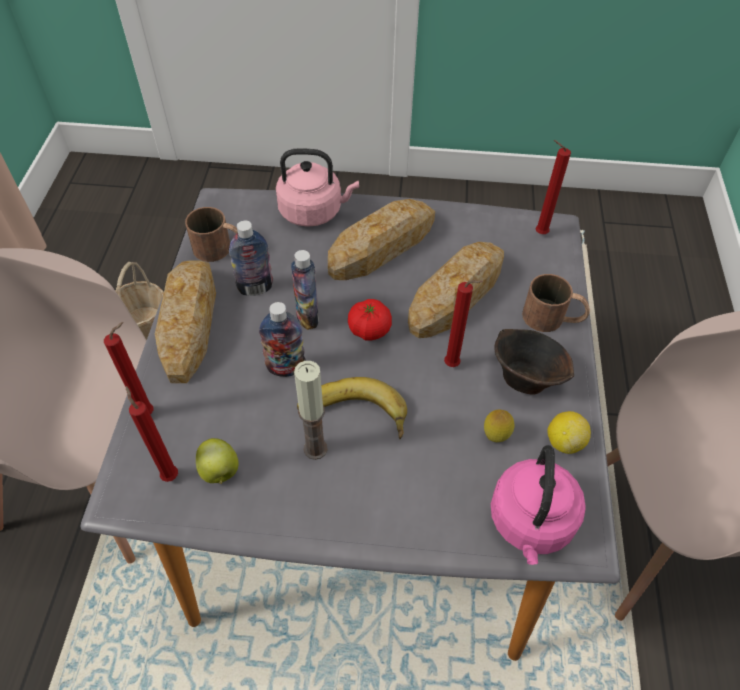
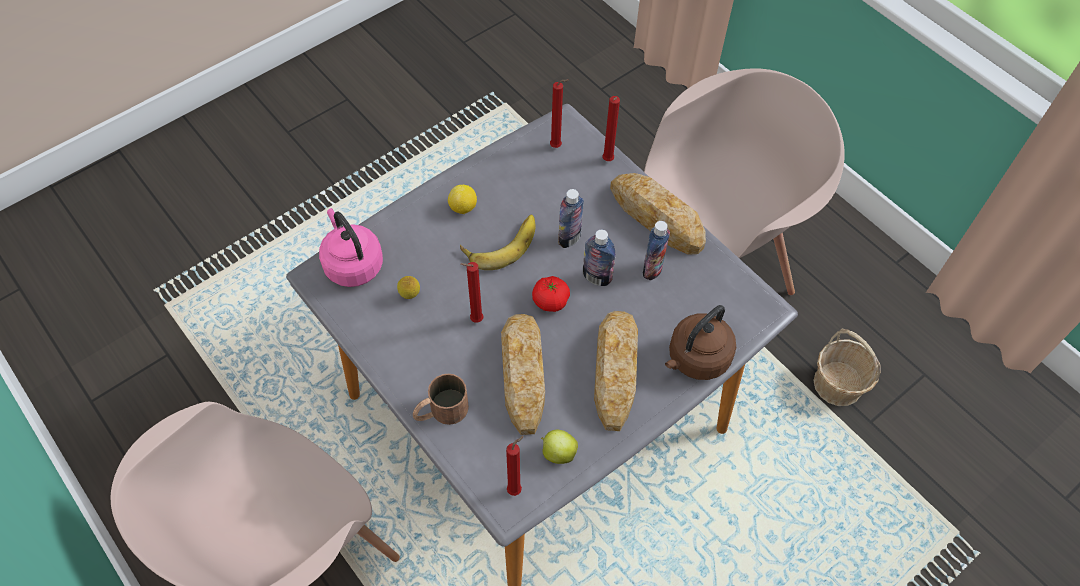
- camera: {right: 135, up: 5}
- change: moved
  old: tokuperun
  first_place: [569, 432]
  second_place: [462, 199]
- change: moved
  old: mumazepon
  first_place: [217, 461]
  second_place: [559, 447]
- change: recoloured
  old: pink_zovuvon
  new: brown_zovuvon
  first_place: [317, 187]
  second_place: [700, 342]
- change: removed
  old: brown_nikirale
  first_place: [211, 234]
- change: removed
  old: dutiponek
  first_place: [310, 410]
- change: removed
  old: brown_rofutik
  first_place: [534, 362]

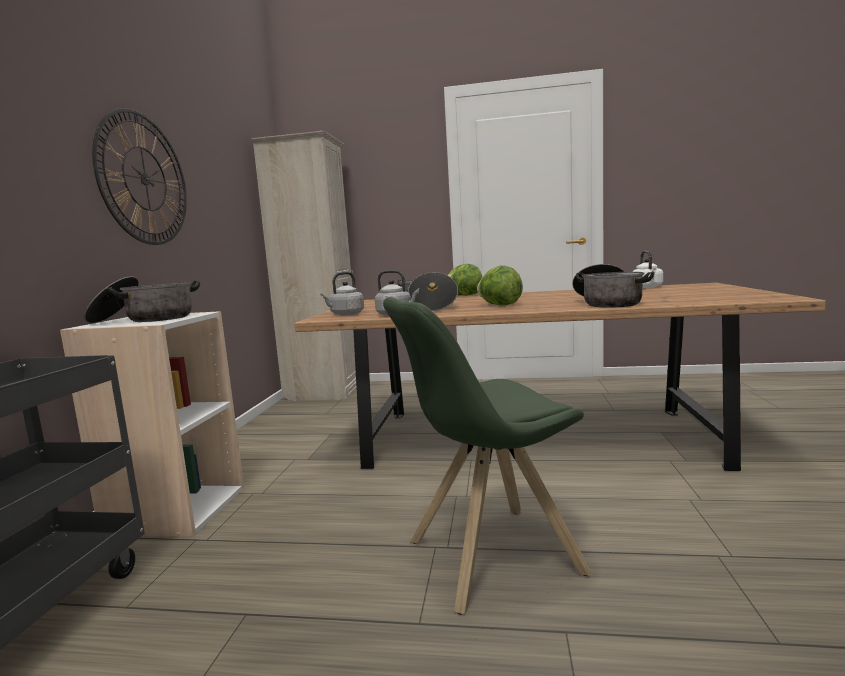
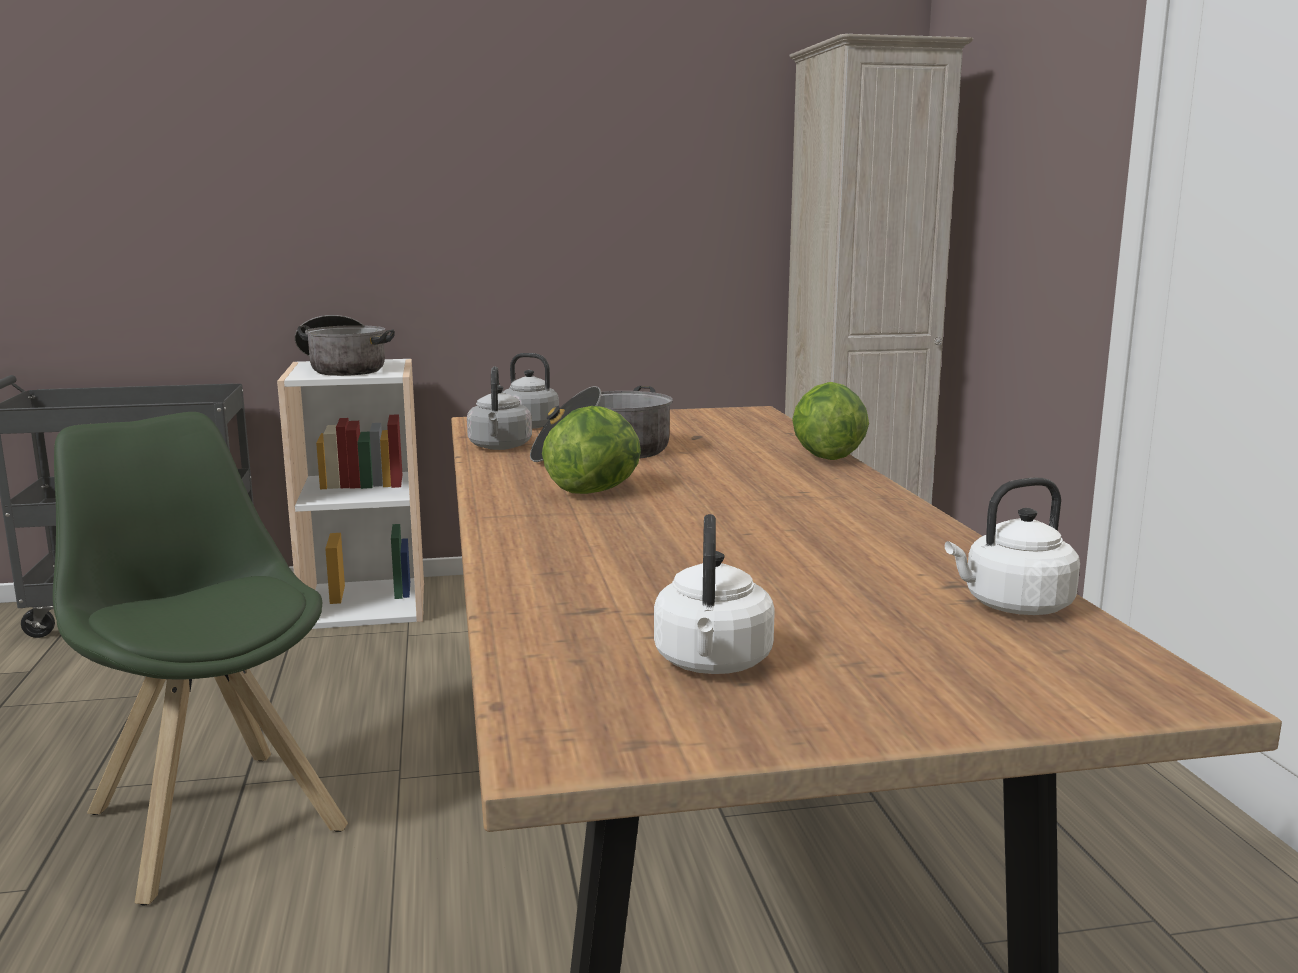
- camera: {right: 70, up: 5}
- change: added
  new: white_zovuvon
  second_place: [714, 594]
- change: removed
  old: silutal
  first_place: [139, 176]
- change: removed
  old: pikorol
  first_place: [613, 286]

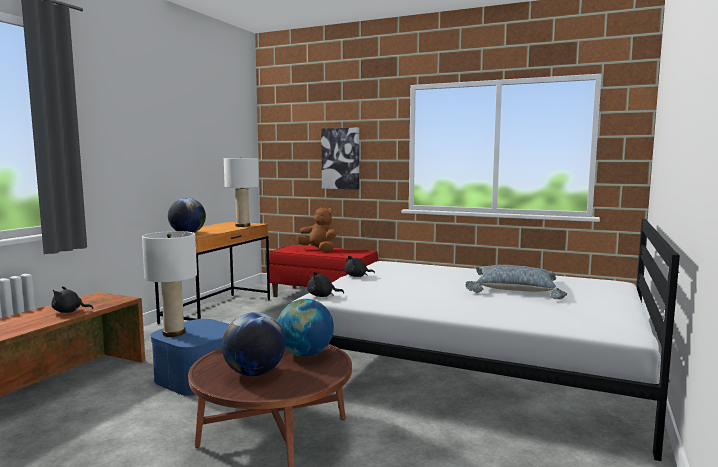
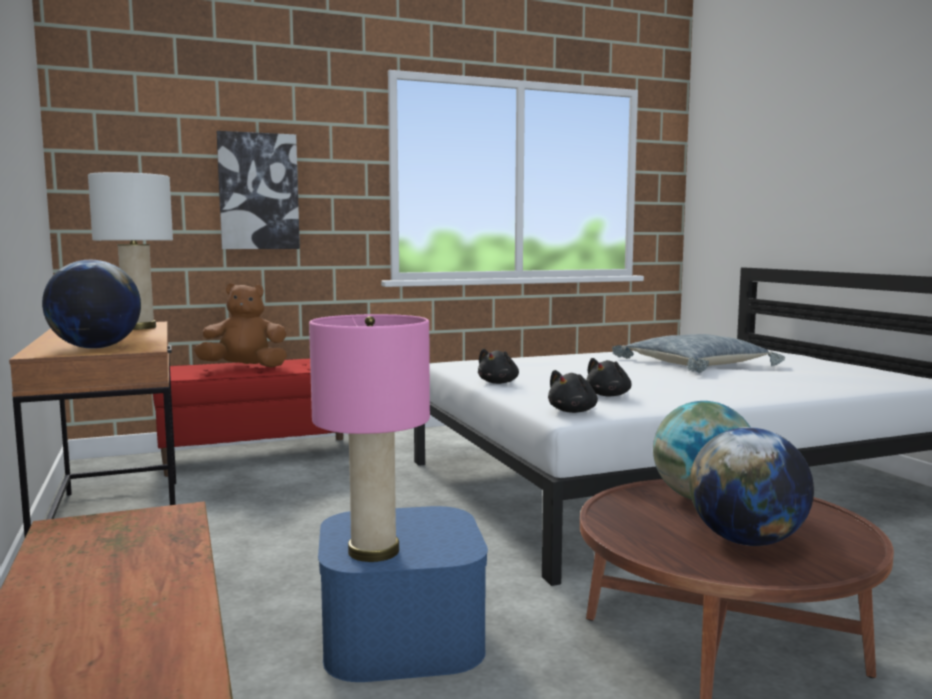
- camera: {right: -45, up: 0}
- change: recoloured
  old: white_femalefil
  new: pink_femalefil
  first_place: [169, 284]
  second_place: [369, 438]
- change: moved
  old: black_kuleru
  first_place: [72, 299]
  second_place: [609, 377]

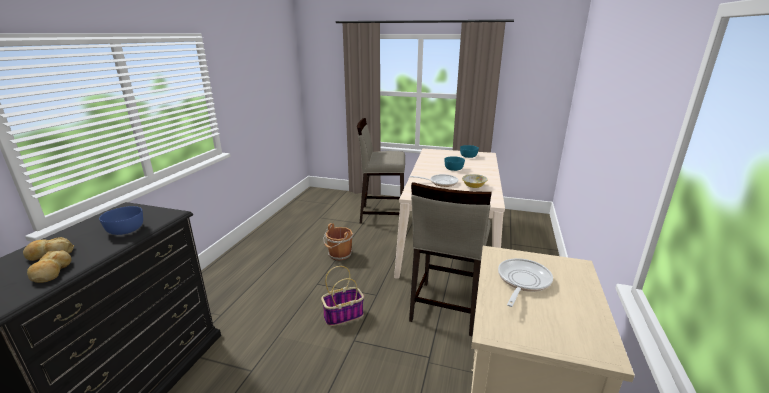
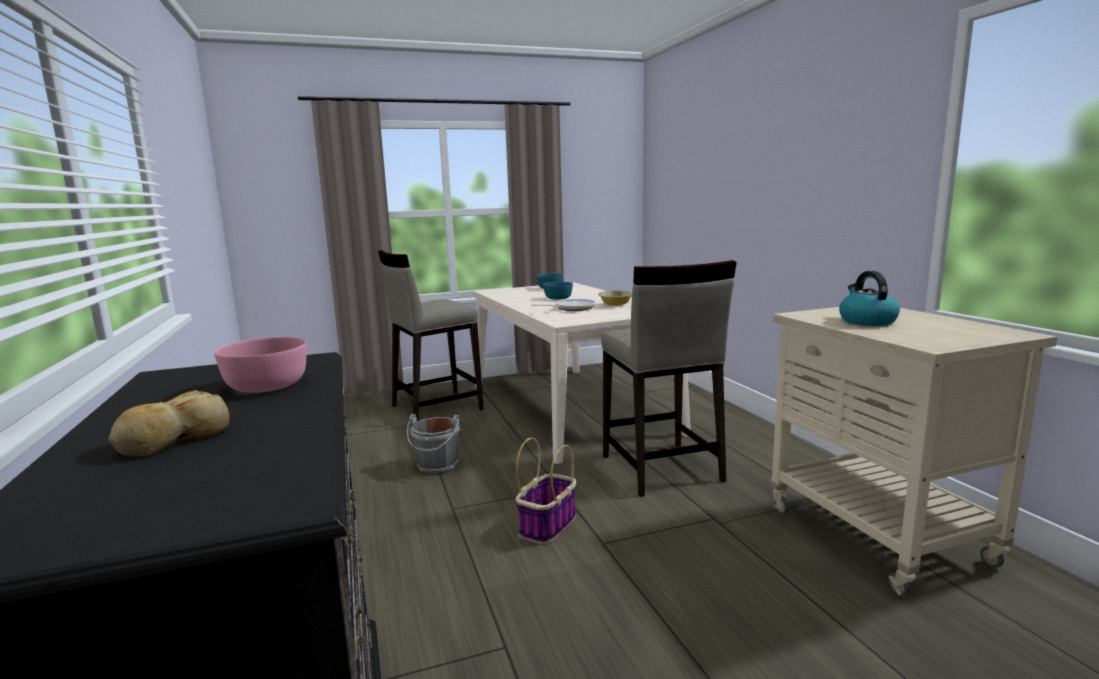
- camera: {right: -35, up: -10}
- change: recoloured
  old: blue_rofutik
  new: pink_rofutik
  first_place: [121, 220]
  second_place: [260, 365]
- change: recoloured
  old: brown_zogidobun
  new: grey_zogidobun
  first_place: [338, 242]
  second_place: [433, 444]
- change: replaced
  old: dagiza
  new: zovuvon
  first_place: [525, 282]
  second_place: [869, 298]
- change: removed
  old: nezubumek
  first_place: [49, 266]

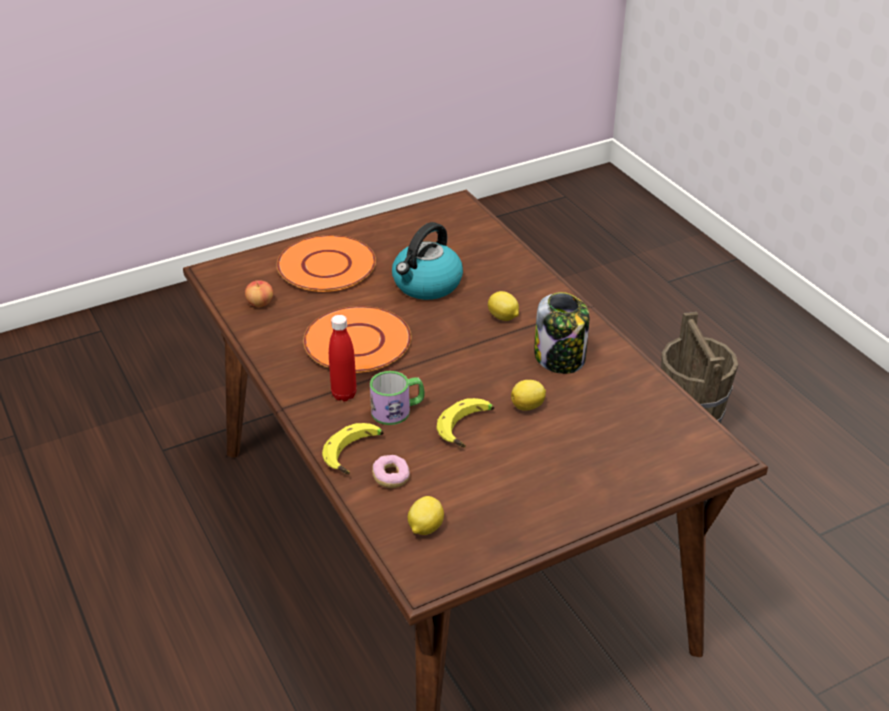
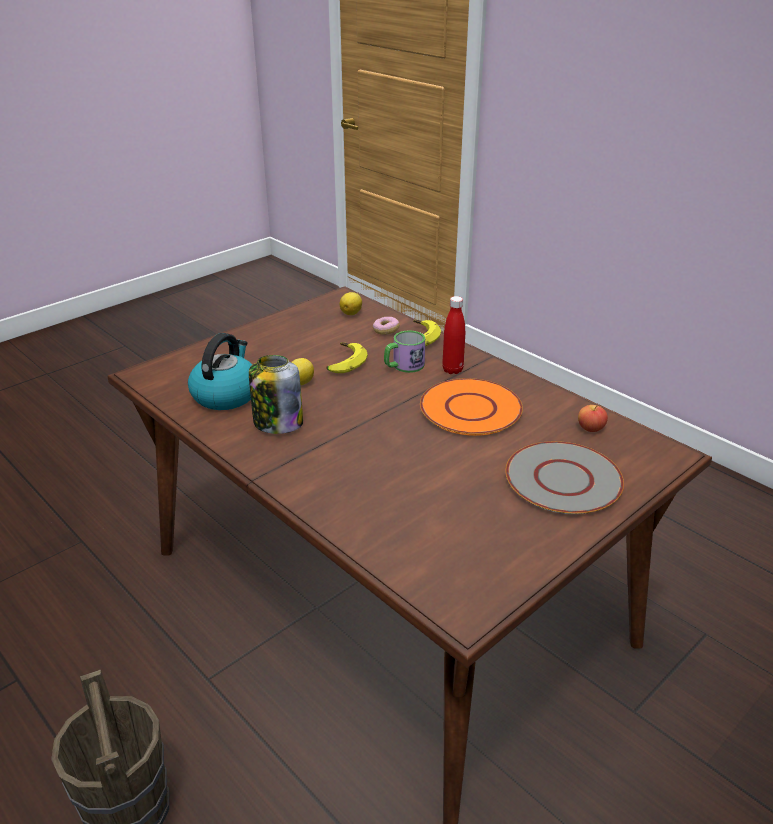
- camera: {right: 165, up: -5}
- change: moved
  old: zovuvon
  first_place: [427, 261]
  second_place: [220, 371]
- change: recoloured
  old: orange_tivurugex
  new: grey_tivurugex
  first_place: [326, 263]
  second_place: [564, 477]
- change: removed
  old: tokuperun
  first_place: [503, 306]

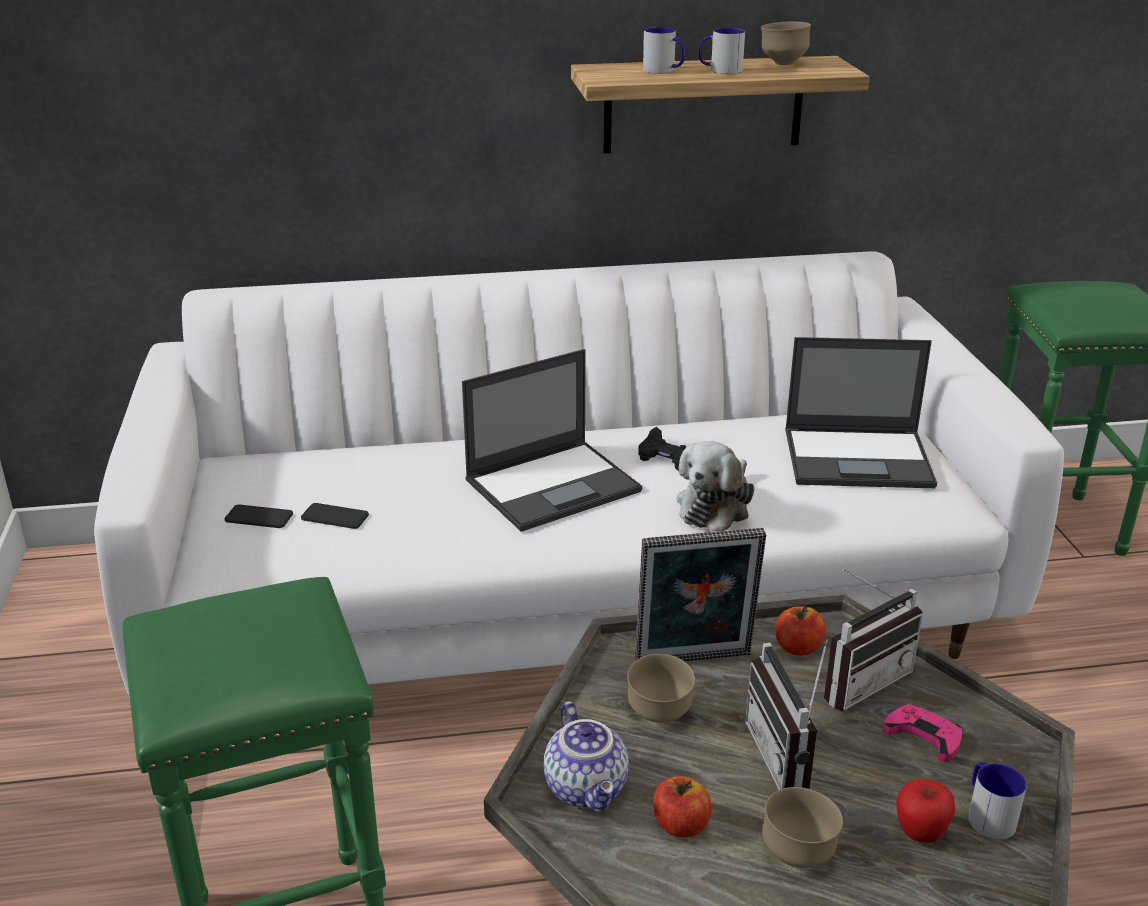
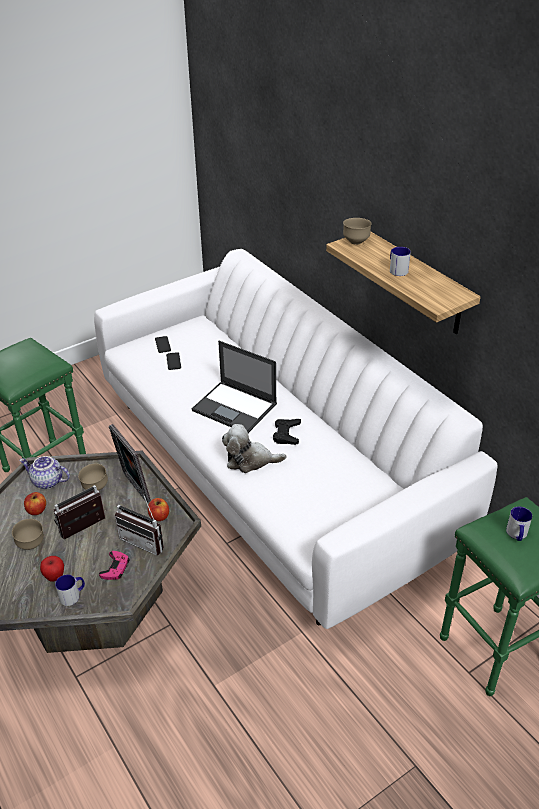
- camera: {right: 65, up: 10}
- change: turned
  old: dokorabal
  first_place: [586, 756]
  second_place: [44, 472]
  degrees: 60
- change: moved
  old: brown_rofutik
  first_place: [786, 43]
  second_place: [357, 231]
- change: moved
  old: nikirale
  first_place: [664, 50]
  second_place: [519, 524]
- change: removed
  old: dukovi
  first_place: [861, 412]

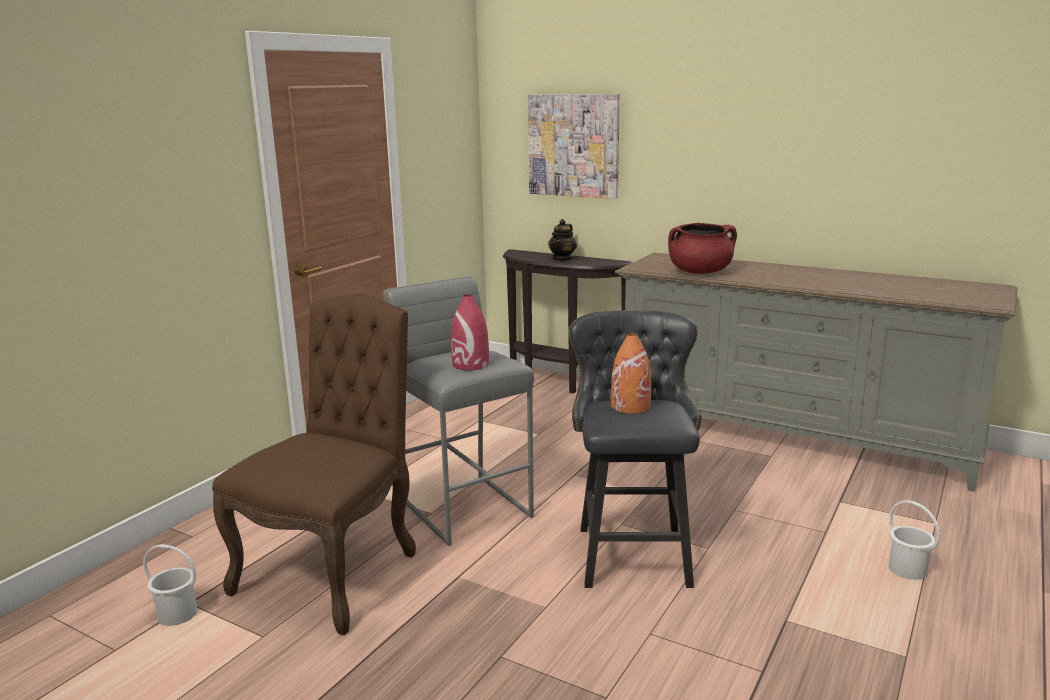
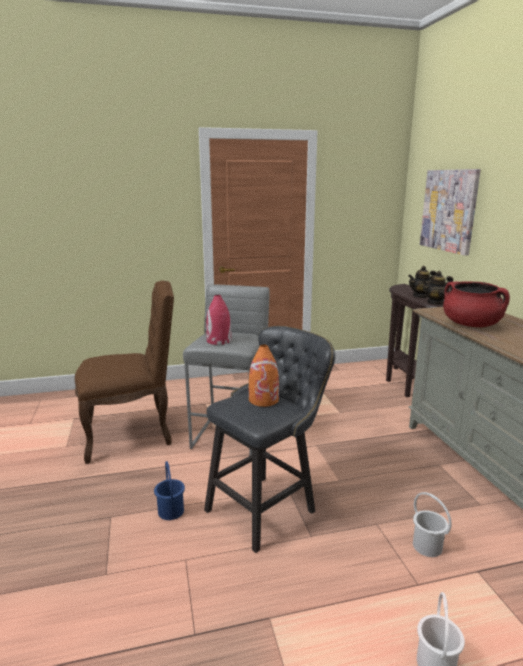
- camera: {right: 45, up: 0}
- change: added
  new: blue_zogidobun
  second_place: [169, 490]
- change: moved
  old: white_zogidobun
  first_place: [170, 585]
  second_place: [432, 524]
- change: added
  new: dokorabal
  second_place: [437, 288]

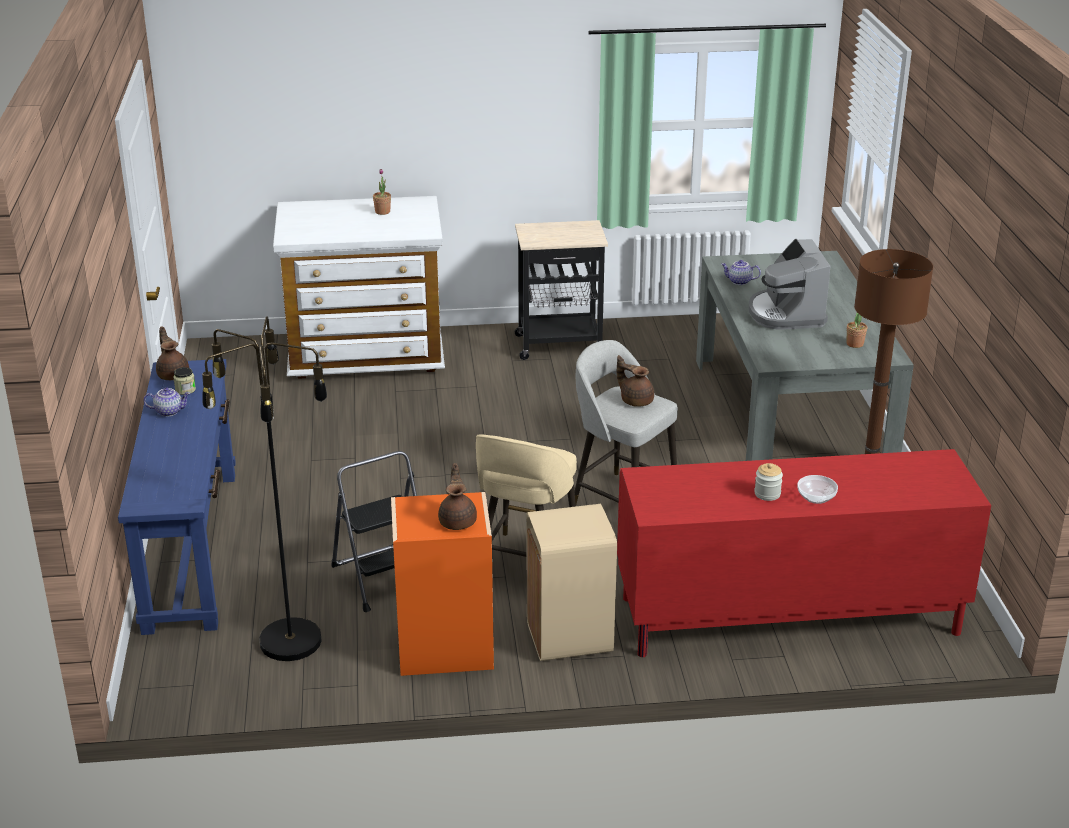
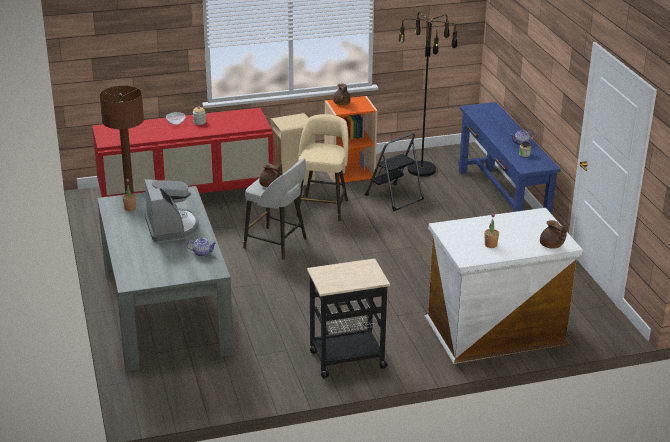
- camera: {right: 170, up: 0}
- change: moved
  old: brown_dokorabal
  first_place: [172, 353]
  second_place: [553, 234]

